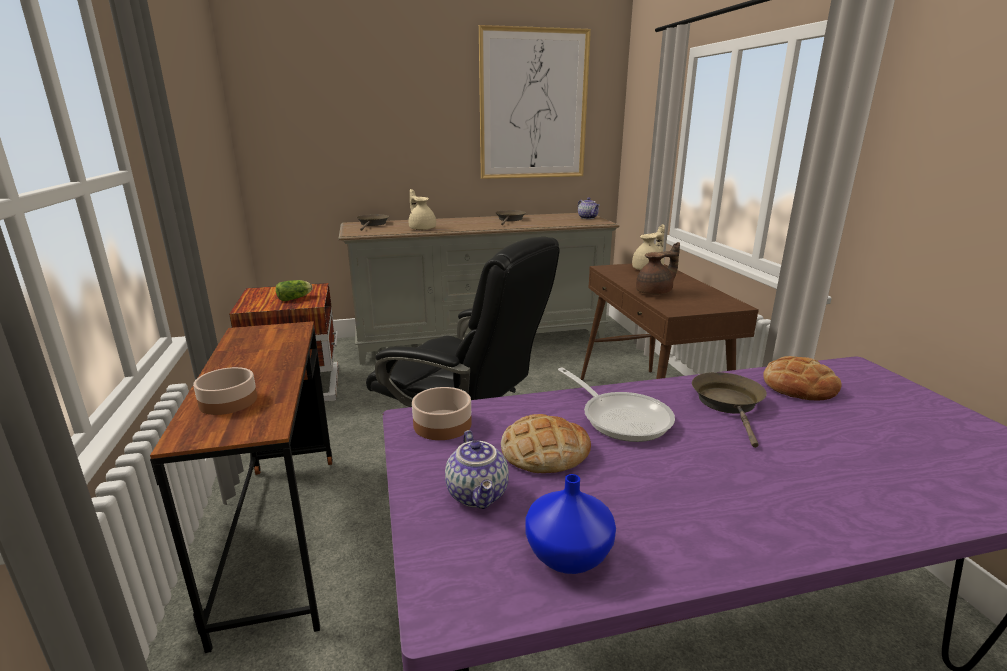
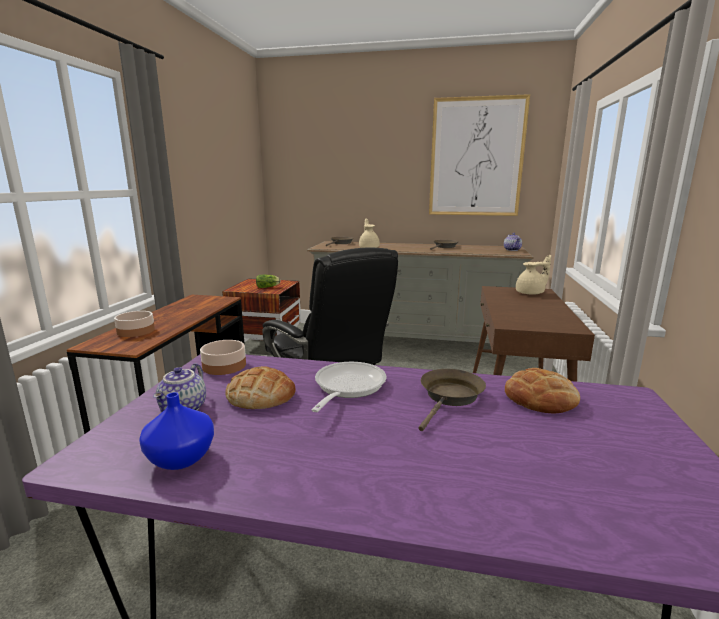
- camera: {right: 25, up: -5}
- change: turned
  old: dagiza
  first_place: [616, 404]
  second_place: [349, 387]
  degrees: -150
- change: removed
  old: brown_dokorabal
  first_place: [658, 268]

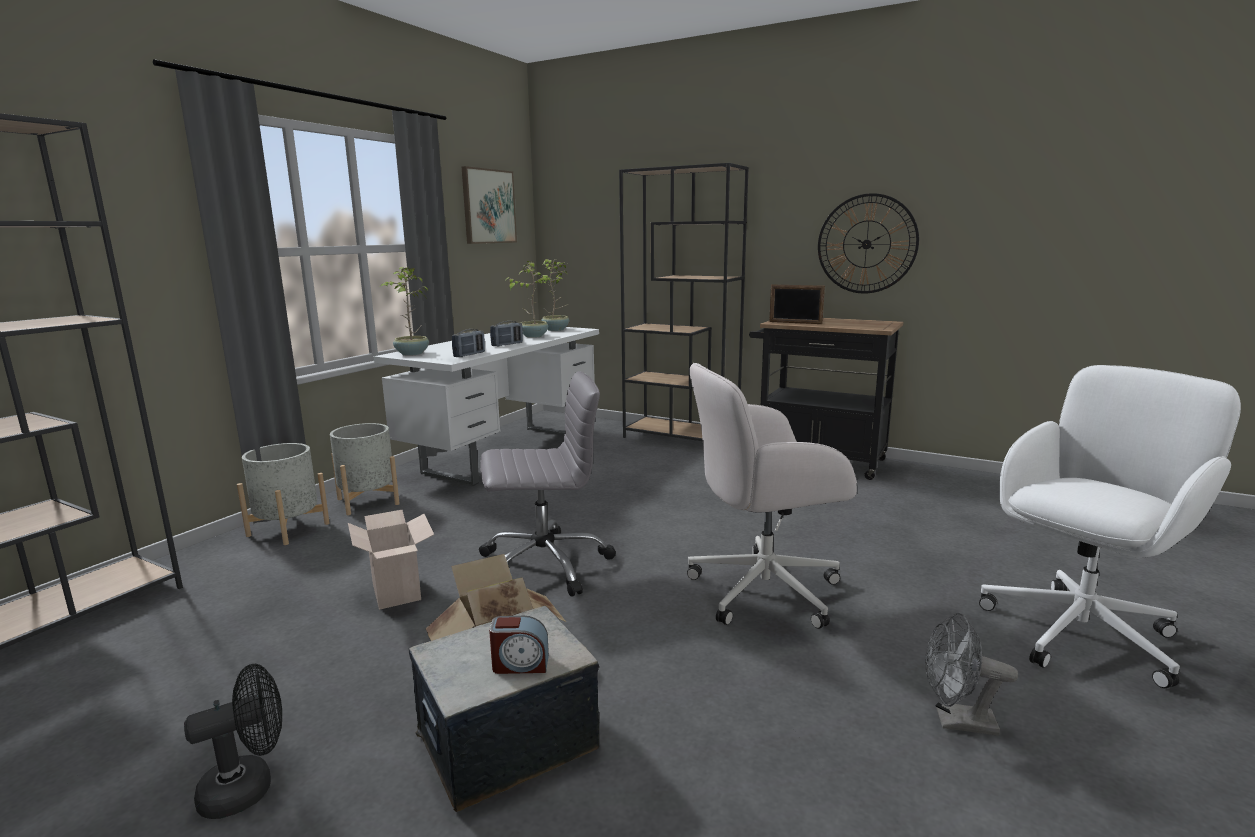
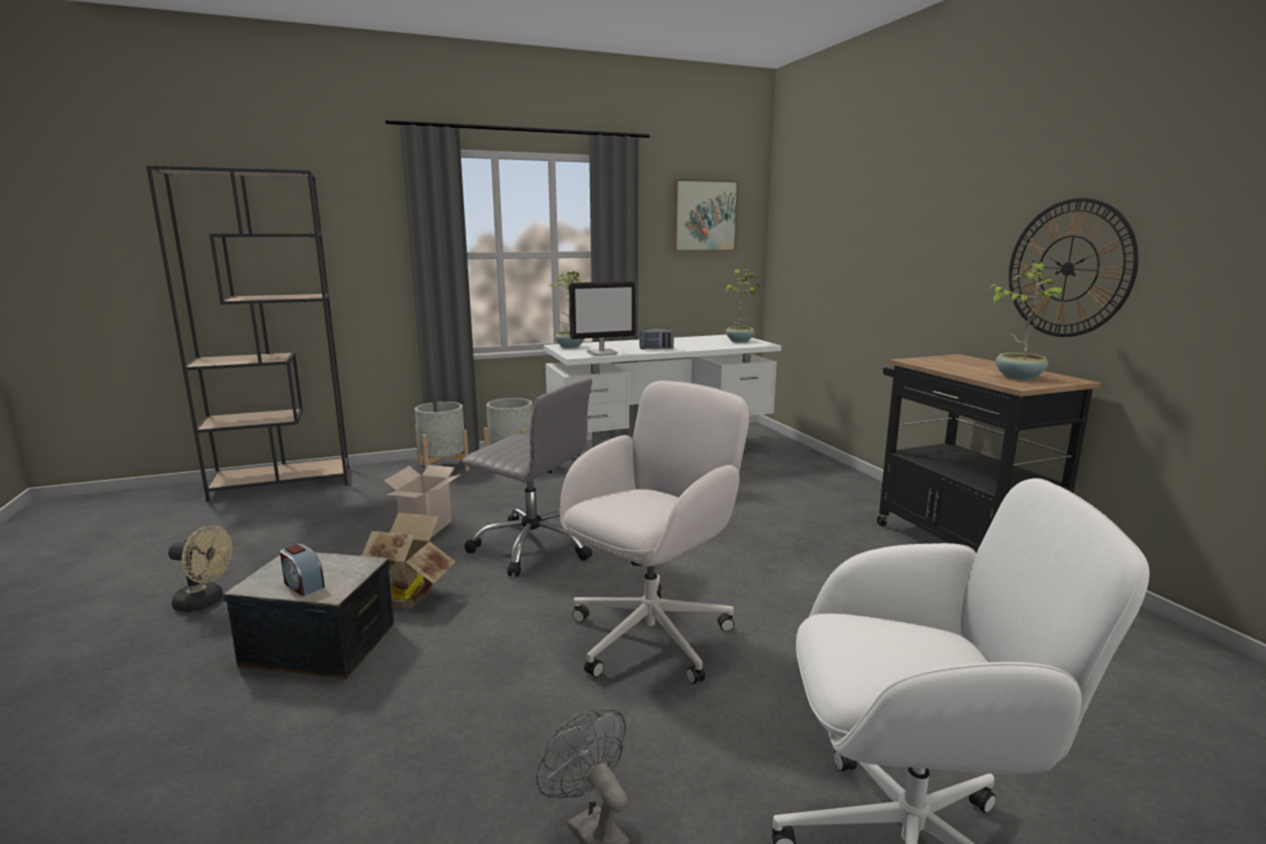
- camera: {right: 40, up: 0}
- change: recoloured
  old: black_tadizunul
  new: beige_tadizunul
  first_place: [233, 741]
  second_place: [200, 568]
- change: turned
  old: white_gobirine
  first_place: [772, 496]
  second_place: [654, 532]
  degrees: 105
- change: replaced
  old: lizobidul
  new: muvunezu
  first_place: [468, 343]
  second_place: [602, 318]
- change: moved
  old: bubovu
  first_place: [527, 299]
  second_place: [1026, 320]
- change: removed
  old: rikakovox
  first_place: [684, 302]
- change: removed
  old: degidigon
  first_place: [797, 304]

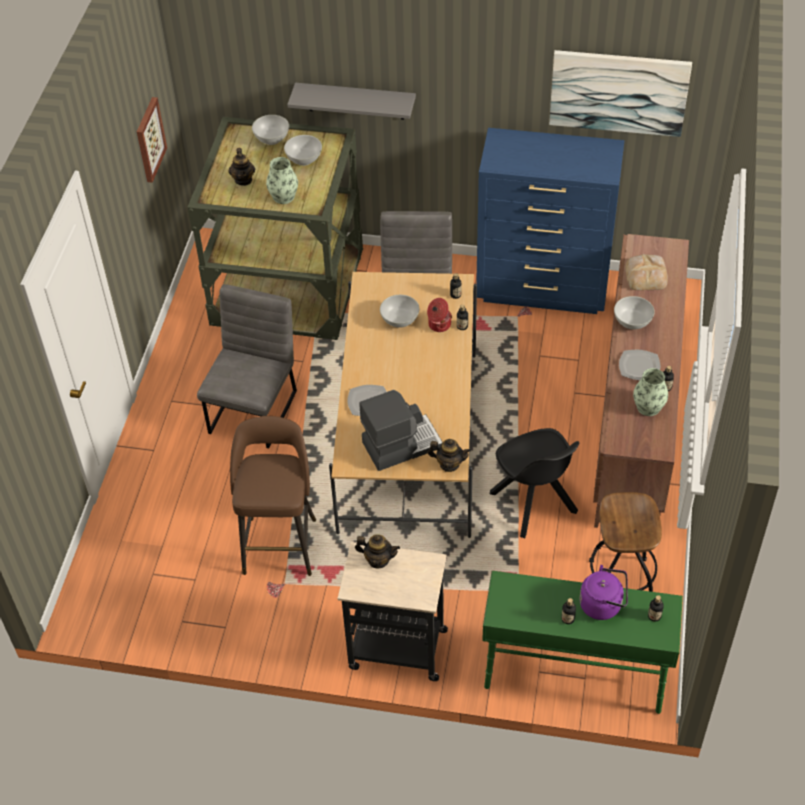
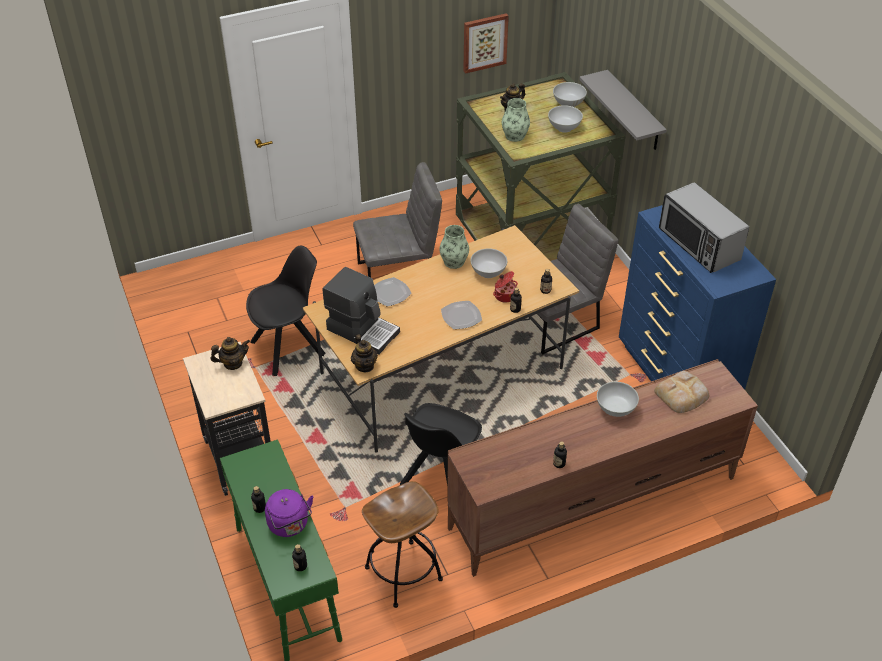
- camera: {right: 55, up: -5}
- change: turned
  old: dokorabal
  first_place: [377, 551]
  second_place: [230, 353]
  degrees: -90
- change: replaced
  old: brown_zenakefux
  new: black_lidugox
  first_place: [273, 496]
  second_place: [285, 311]
- change: moved
  old: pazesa
  first_place: [650, 392]
  second_place: [454, 247]
- change: moved
  old: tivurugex
  first_place: [639, 365]
  second_place: [461, 315]
- change: added
  new: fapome
  second_place: [704, 227]
- change: removed
  old: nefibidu
  first_place: [620, 93]

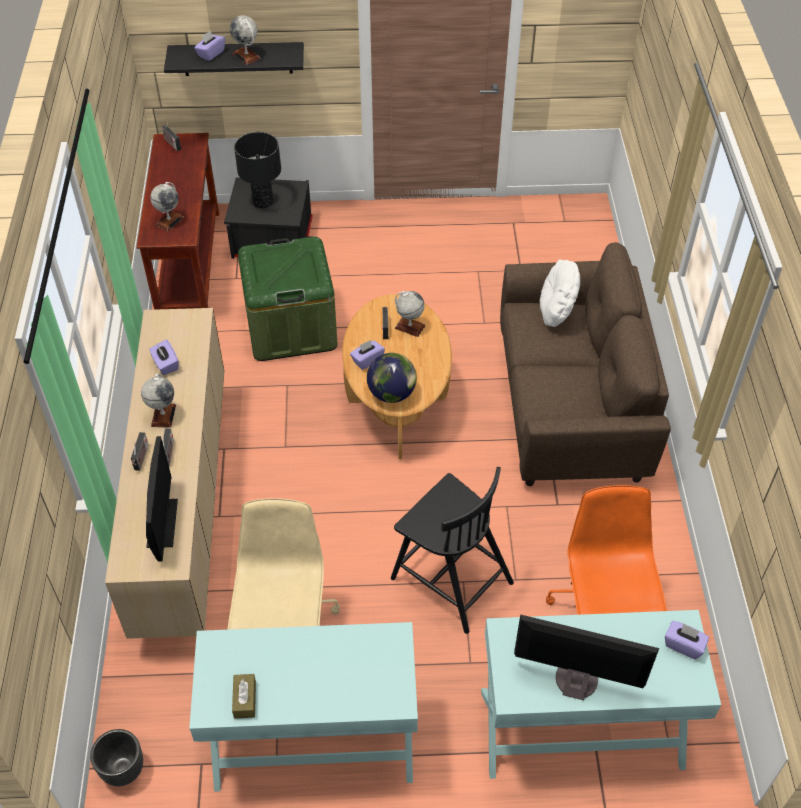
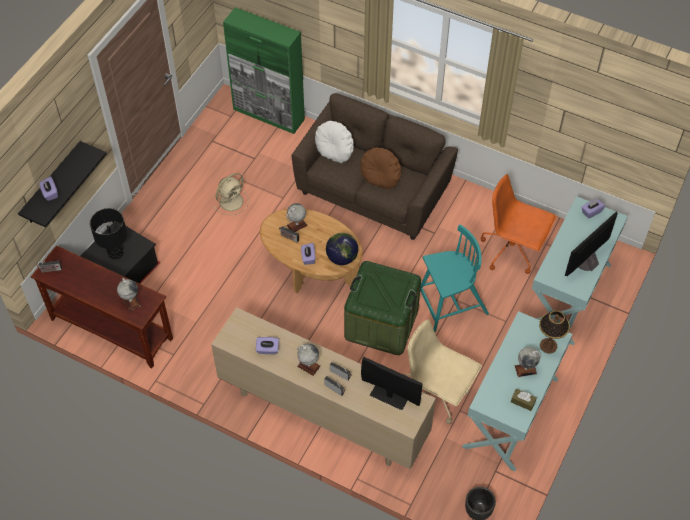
- camera: {right: -60, up: 5}
- change: added
  new: beige_tadizunul
  second_place: [231, 194]
- change: added
  new: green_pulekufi
  second_place: [264, 70]
- change: moved
  old: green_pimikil
  first_place: [287, 299]
  second_place: [382, 308]
- change: added
  new: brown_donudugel
  second_place: [380, 168]
- change: recoloured
  old: black_lidugox
  new: turquoise_lidugox
  first_place: [452, 550]
  second_place: [454, 278]
- change: moved
  old: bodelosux
  first_place: [245, 40]
  second_place: [528, 362]
- change: added
  new: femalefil
  second_place: [554, 332]

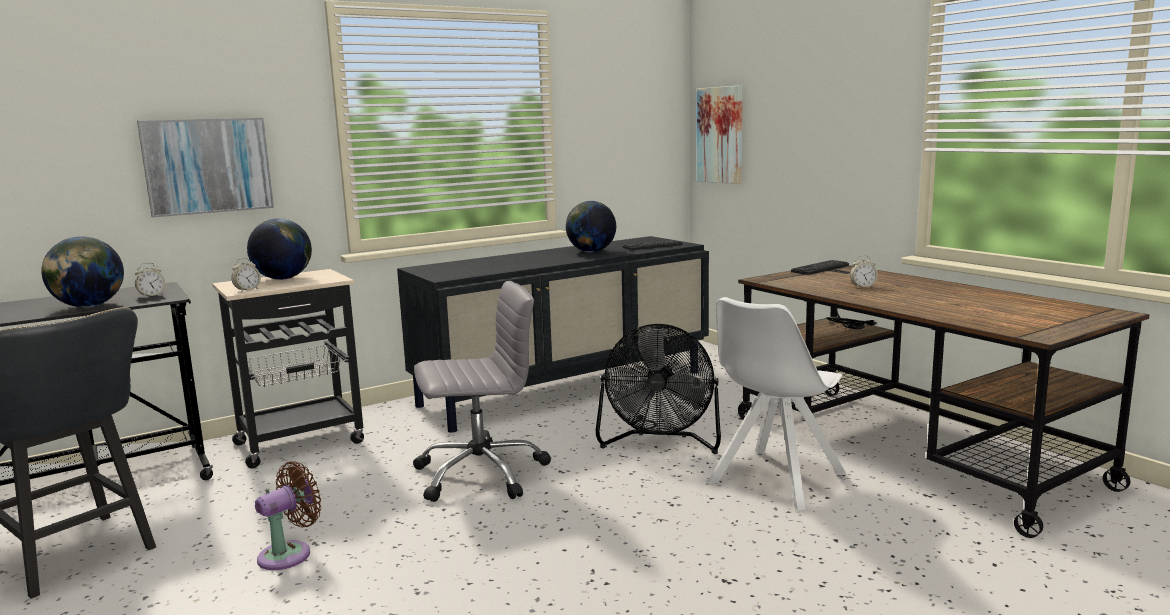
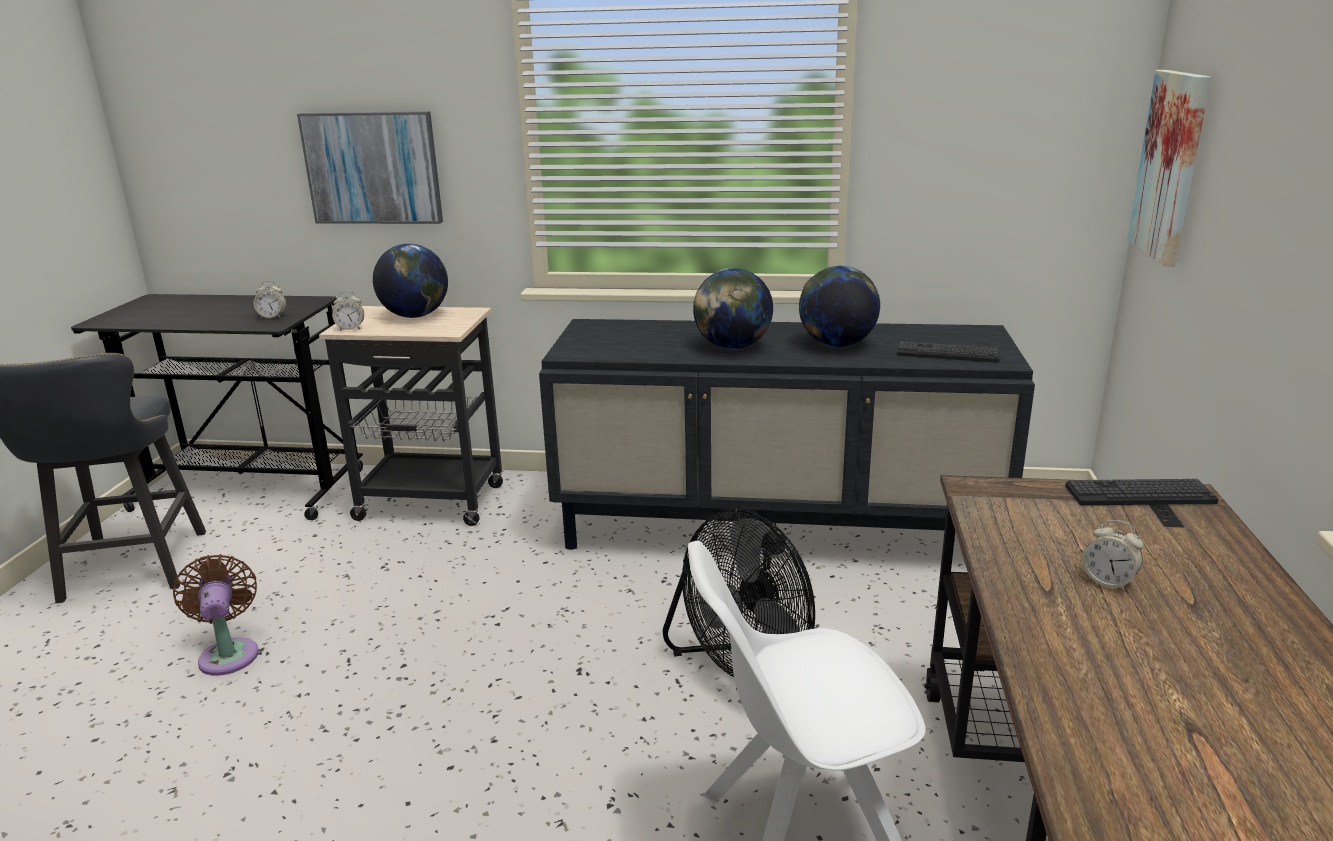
- camera: {right: 40, up: 10}
- change: turned
  old: brown_tadizunul
  first_place: [288, 515]
  second_place: [216, 615]
  degrees: -105
- change: moved
  old: bodelosux
  first_place: [82, 272]
  second_place: [733, 309]
- change: removed
  old: grey_gobirine
  first_place: [482, 391]

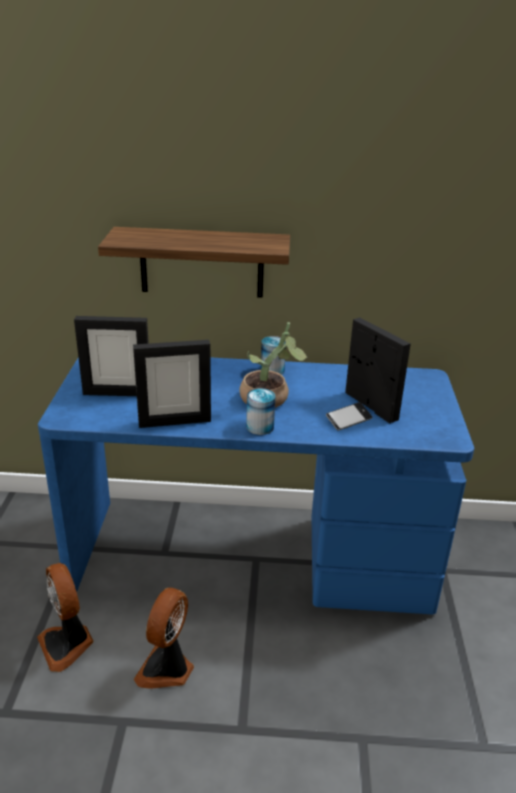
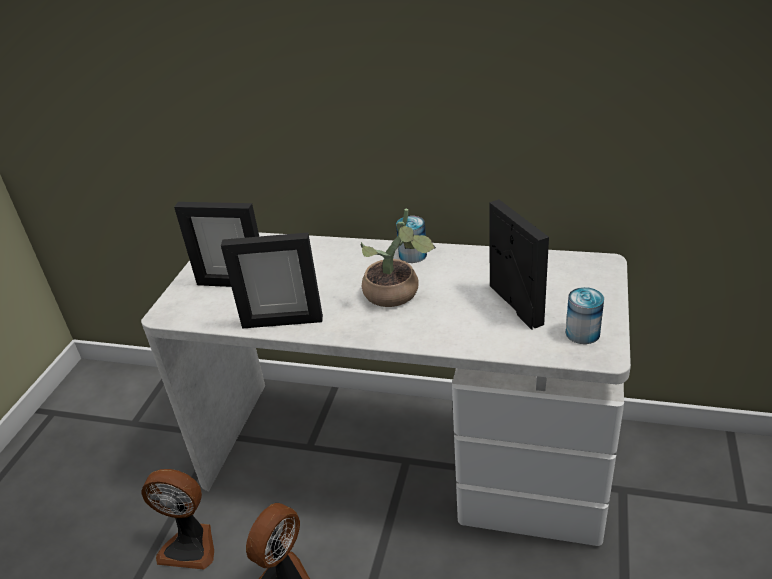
- camera: {right: 15, up: 5}
- change: recoloured
  old: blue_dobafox
  new: white_dobafox
  first_place: [256, 485]
  second_place: [386, 389]
- change: turned
  old: tadizunul
  first_place: [65, 617]
  second_place: [178, 519]
  degrees: -60
- change: moved
  old: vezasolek
  first_place: [260, 411]
  second_place: [585, 315]
- change: removed
  old: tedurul
  first_place: [194, 262]
- change: removed
  old: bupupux
  first_place: [349, 416]

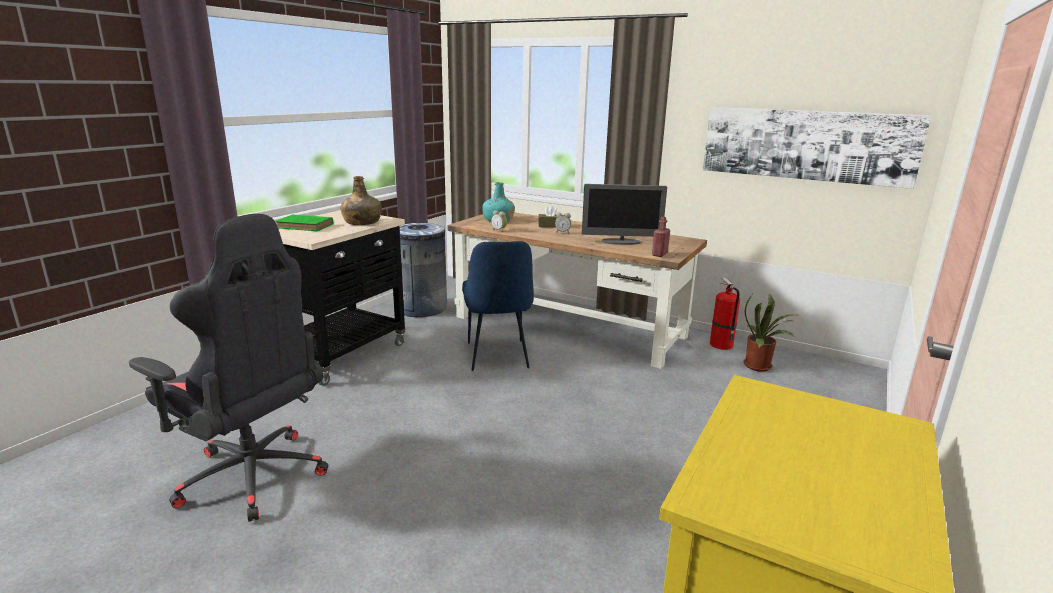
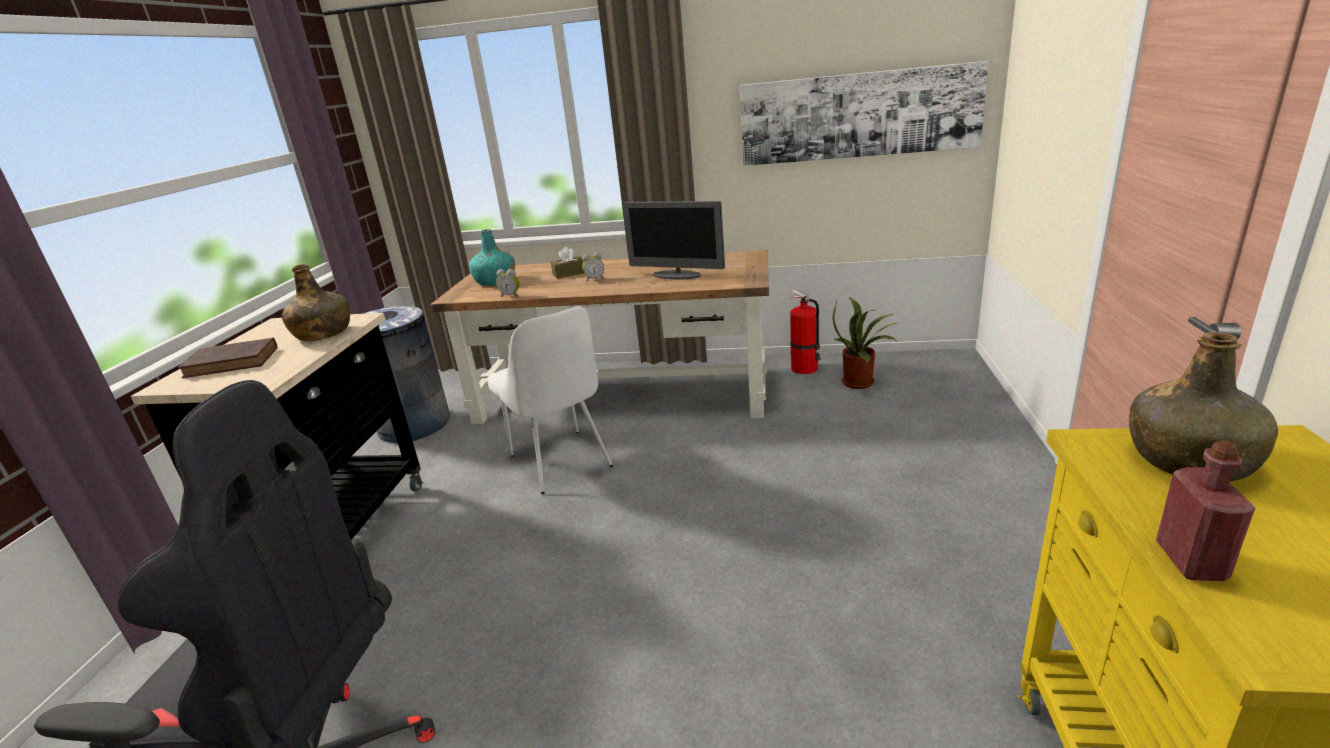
- camera: {right: -20, up: 5}
- change: recoloured
  old: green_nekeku
  new: brown_nekeku
  first_place: [304, 222]
  second_place: [227, 358]
- change: recoloured
  old: blue_lidugox
  new: white_lidugox
  first_place: [498, 306]
  second_place: [550, 400]
- change: turned
  old: muvunezu
  first_place: [624, 214]
  second_place: [673, 240]
  degrees: 45
- change: added
  new: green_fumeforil
  second_place: [1203, 406]
- change: moved
  old: red_fumeforil
  first_place: [661, 237]
  second_place: [1205, 511]

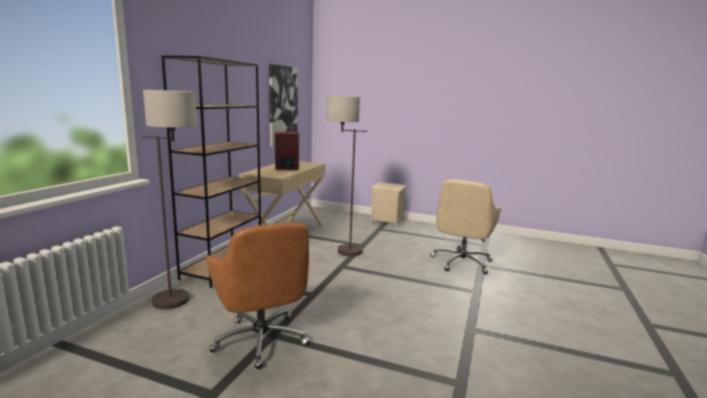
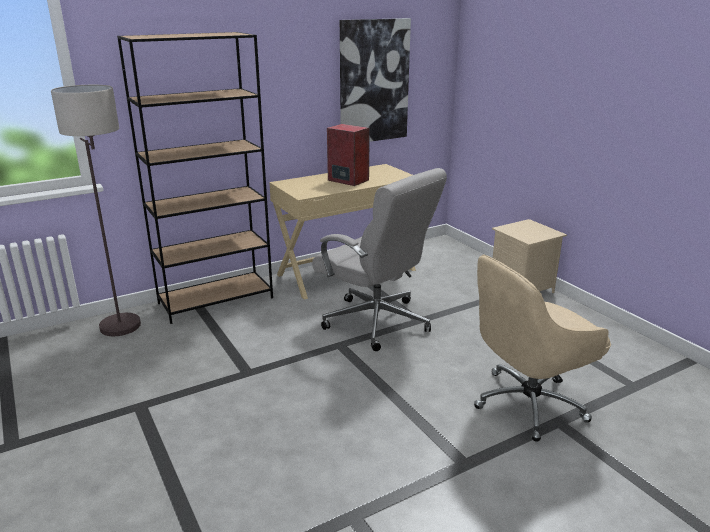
- camera: {right: 40, up: 10}
- change: replaced
  old: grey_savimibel
  new: grey_gobirine
  first_place: [346, 176]
  second_place: [379, 259]
- change: removed
  old: brown_gobirine
  first_place: [257, 295]

